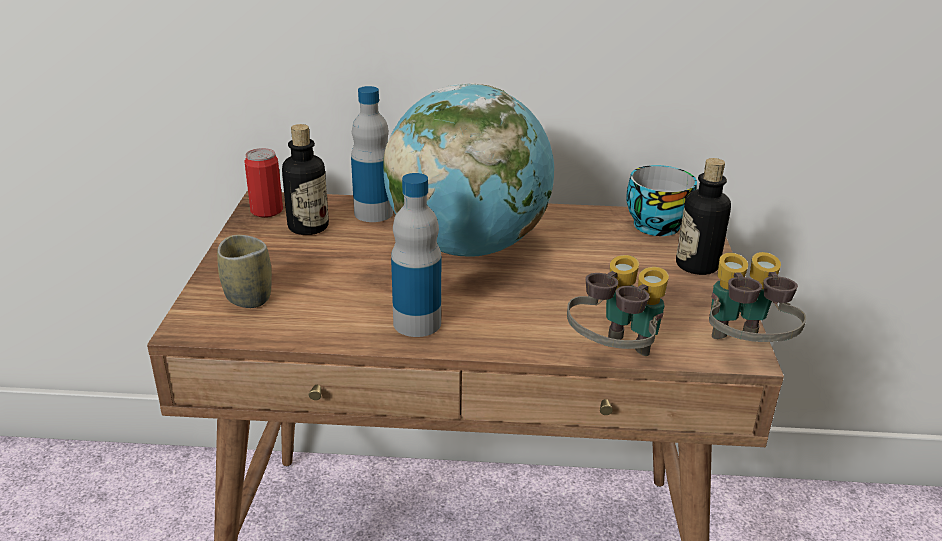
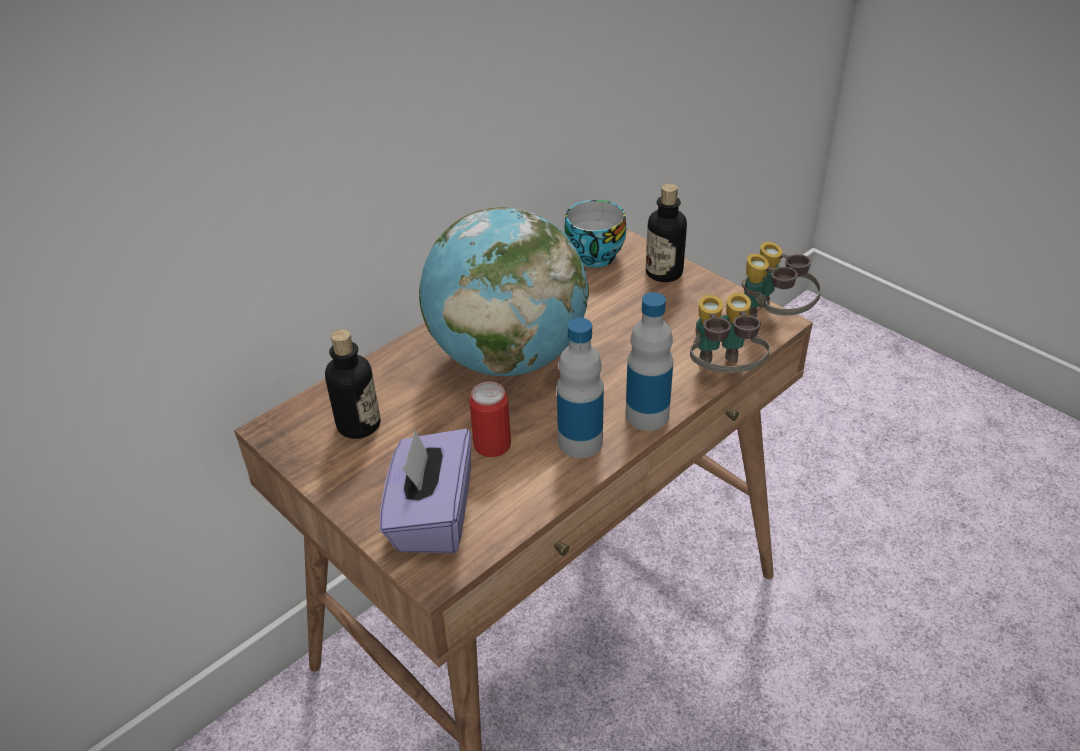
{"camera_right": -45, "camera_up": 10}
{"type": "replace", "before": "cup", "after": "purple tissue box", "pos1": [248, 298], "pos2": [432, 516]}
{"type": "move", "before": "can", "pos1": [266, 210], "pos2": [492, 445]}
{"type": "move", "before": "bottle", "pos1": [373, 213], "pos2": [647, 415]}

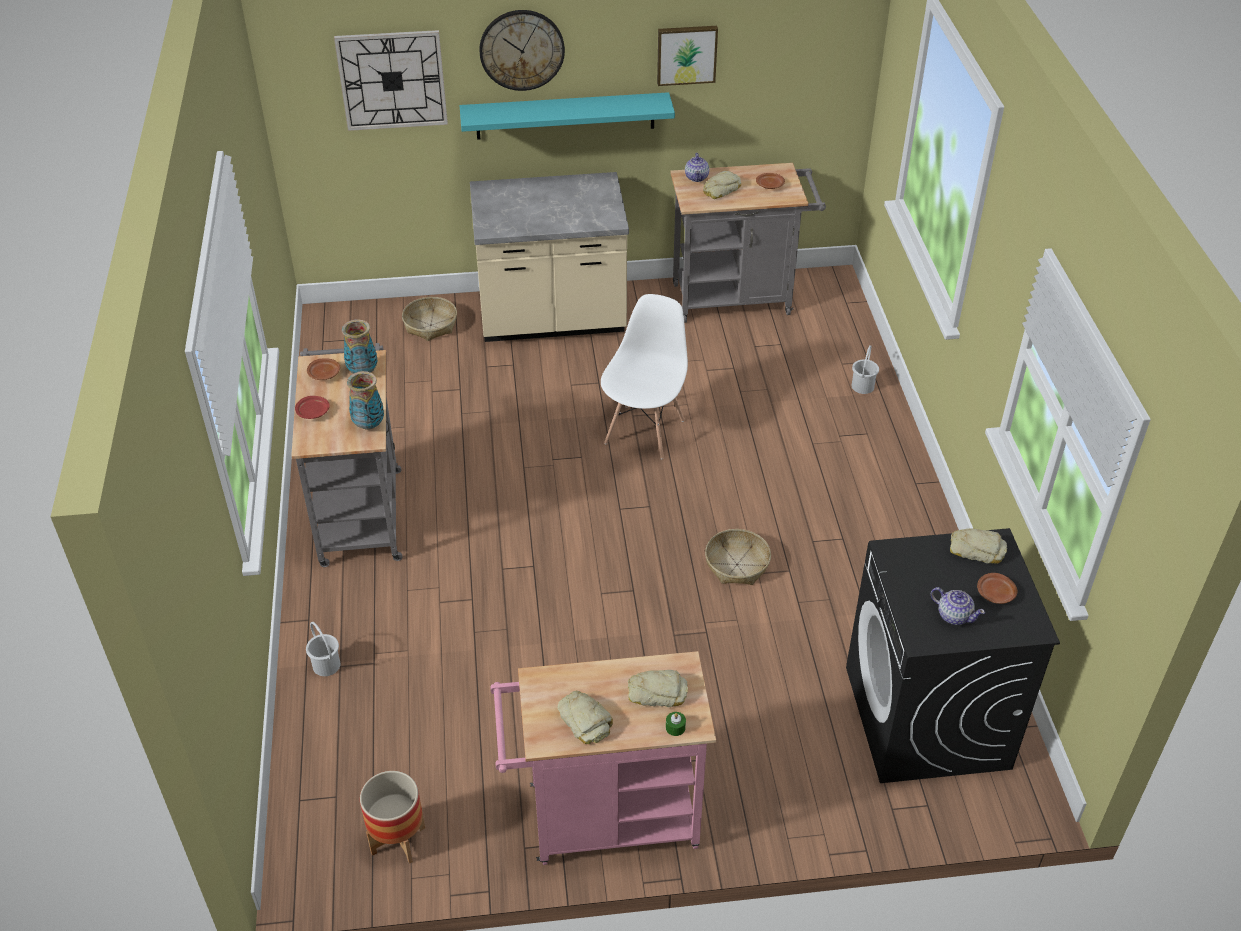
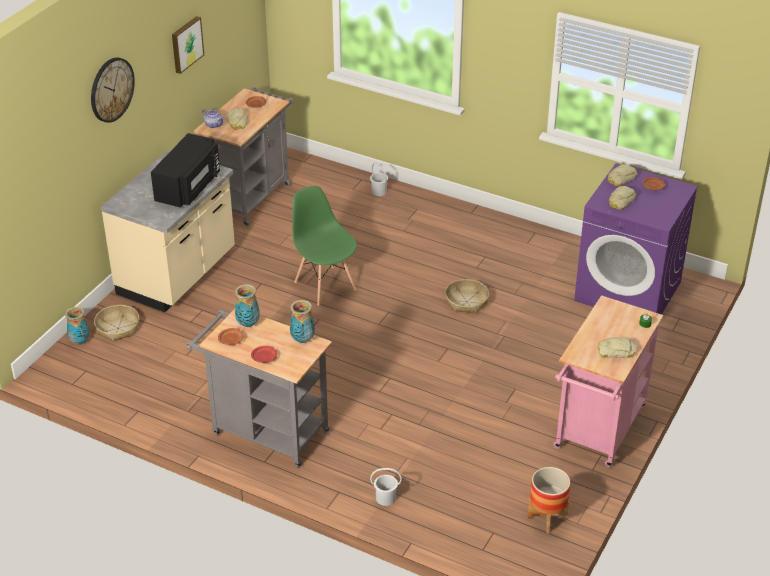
{"camera_right": -55, "camera_up": -5}
{"type": "delete", "before": "wall clock", "pos1": [392, 80]}
{"type": "delete", "before": "turquoise shelf", "pos1": [565, 116]}
{"type": "recolor", "before": "white chair", "after": "green chair", "pos1": [645, 431], "pos2": [325, 285]}
{"type": "move", "before": "bread", "pos1": [657, 692], "pos2": [621, 201]}
{"type": "recolor", "before": "black washing machine", "after": "purple washing machine", "pos1": [927, 718], "pos2": [628, 291]}
{"type": "delete", "before": "teapot", "pos1": [954, 615]}
{"type": "insert", "after": "vase", "pos2": [80, 341]}
{"type": "insert", "after": "black microwave", "pos2": [189, 187]}

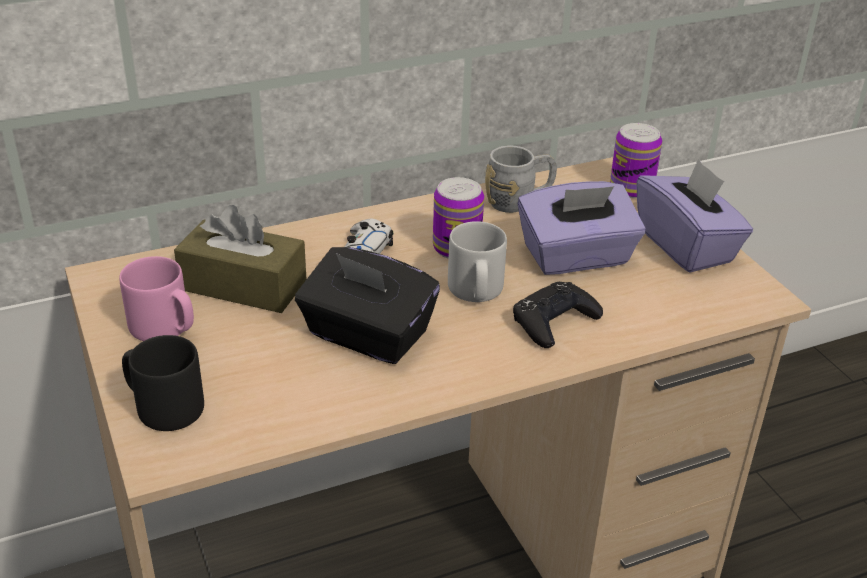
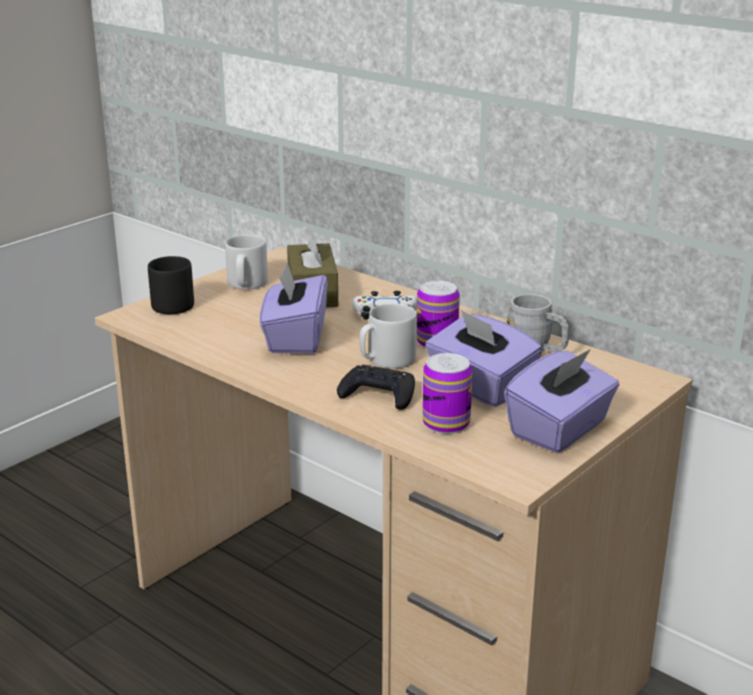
{"camera_right": 65, "camera_up": -10}
{"type": "recolor", "before": "pink mug", "after": "grey mug", "pos1": [165, 328], "pos2": [246, 284]}
{"type": "recolor", "before": "black tissue box", "after": "purple tissue box", "pos1": [367, 336], "pos2": [295, 338]}
{"type": "move", "before": "can", "pos1": [631, 188], "pos2": [446, 423]}

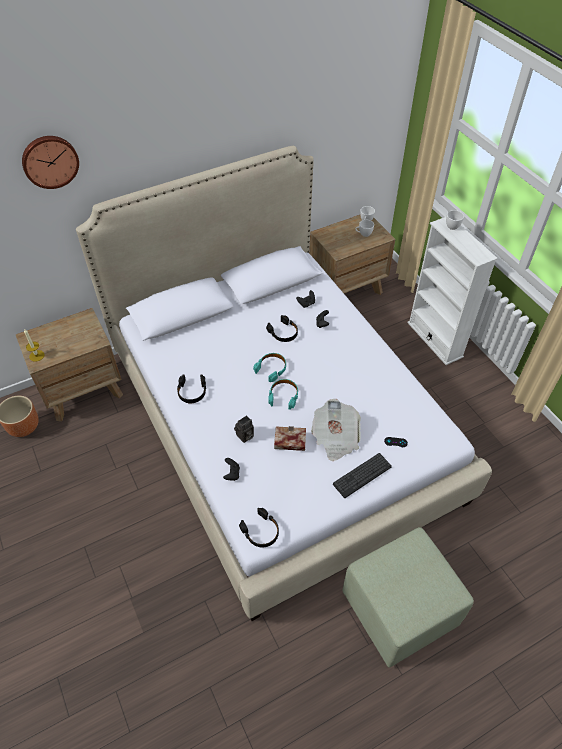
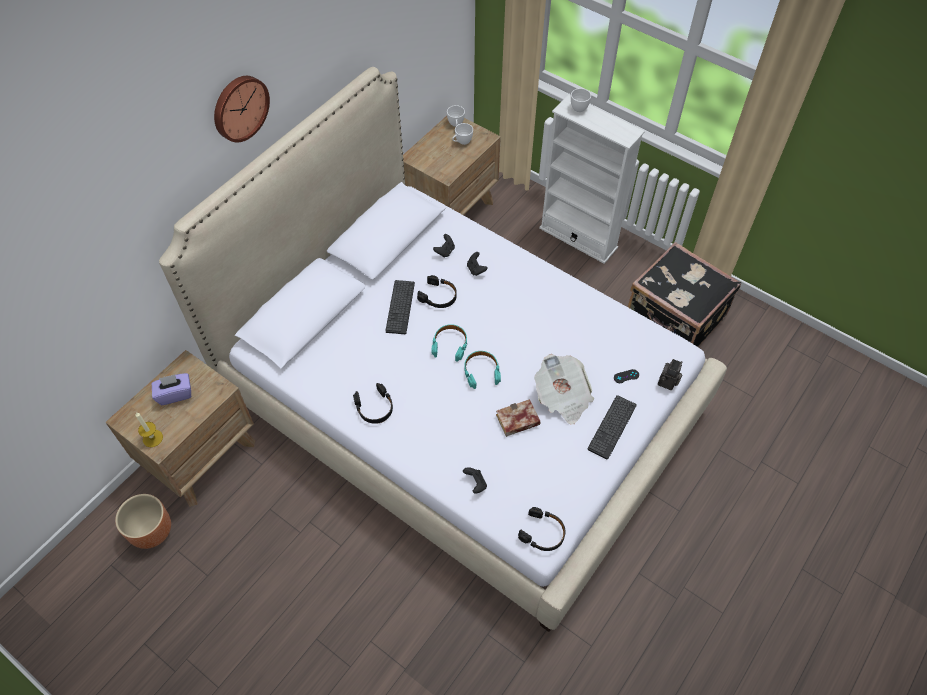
{"camera_right": -25, "camera_up": 5}
{"type": "move", "before": "wall clock", "pos1": [50, 161], "pos2": [239, 107]}
{"type": "move", "before": "photo camera", "pos1": [245, 436], "pos2": [668, 383]}
{"type": "delete", "before": "green ottoman", "pos1": [400, 607]}
{"type": "insert", "after": "purple tissue box", "pos2": [175, 394]}
{"type": "insert", "after": "keyboard", "pos2": [400, 307]}
{"type": "insert", "after": "black suitcase", "pos2": [674, 318]}

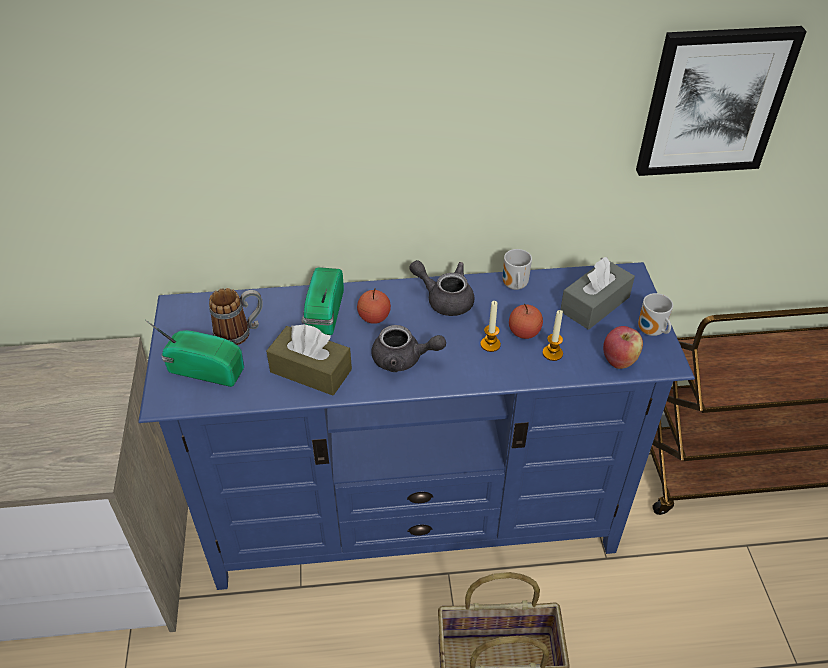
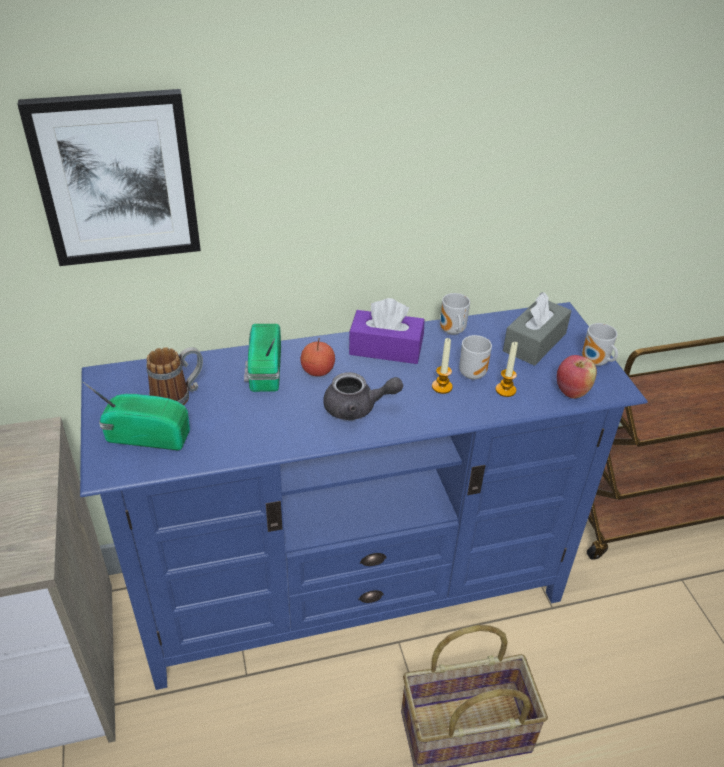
{"camera_right": -10, "camera_up": -5}
{"type": "delete", "before": "brown tissue box", "pos1": [311, 371]}
{"type": "replace", "before": "grey teapot", "after": "purple tissue box", "pos1": [444, 299], "pos2": [386, 348]}
{"type": "replace", "before": "apple", "after": "mug", "pos1": [524, 332], "pos2": [472, 373]}
{"type": "move", "before": "picture", "pos1": [713, 102], "pos2": [117, 178]}

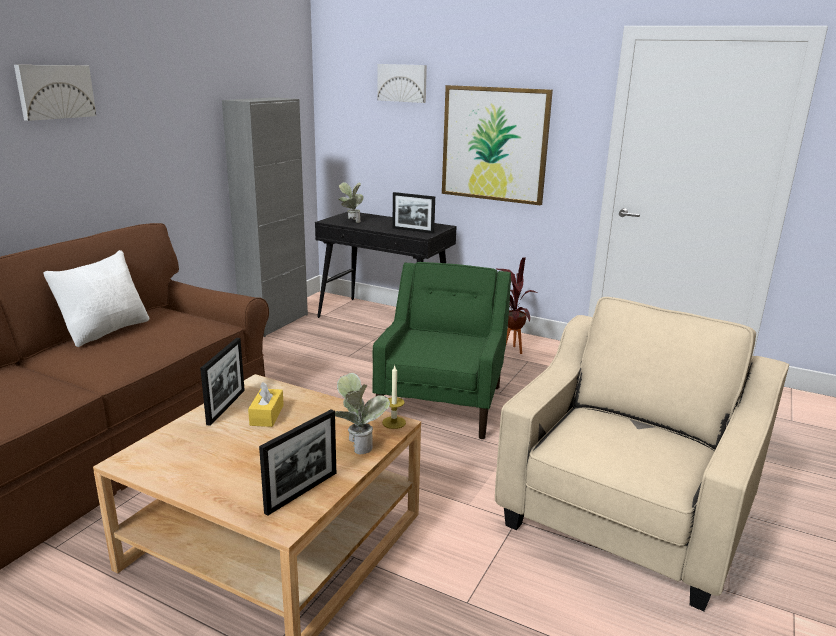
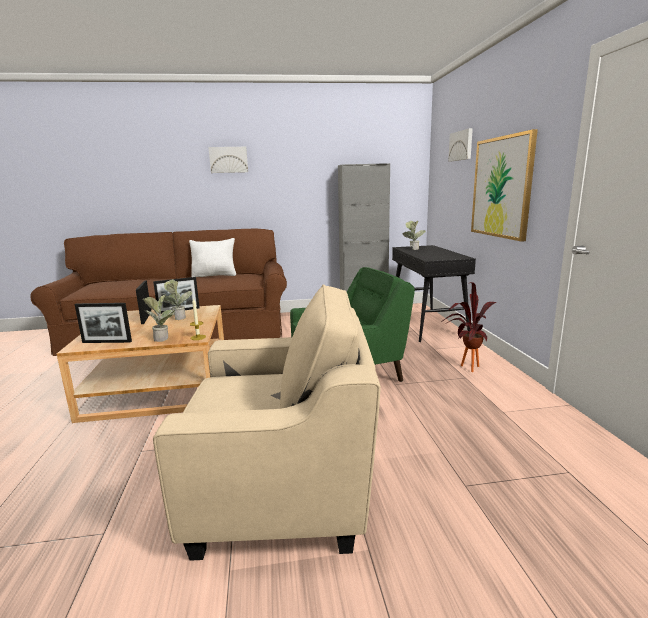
{"camera_right": 55, "camera_up": -5}
{"type": "replace", "before": "yellow tissue box", "after": "potted plant", "pos1": [267, 415], "pos2": [178, 317]}
{"type": "move", "before": "picture frame", "pos1": [413, 230], "pos2": [146, 317]}

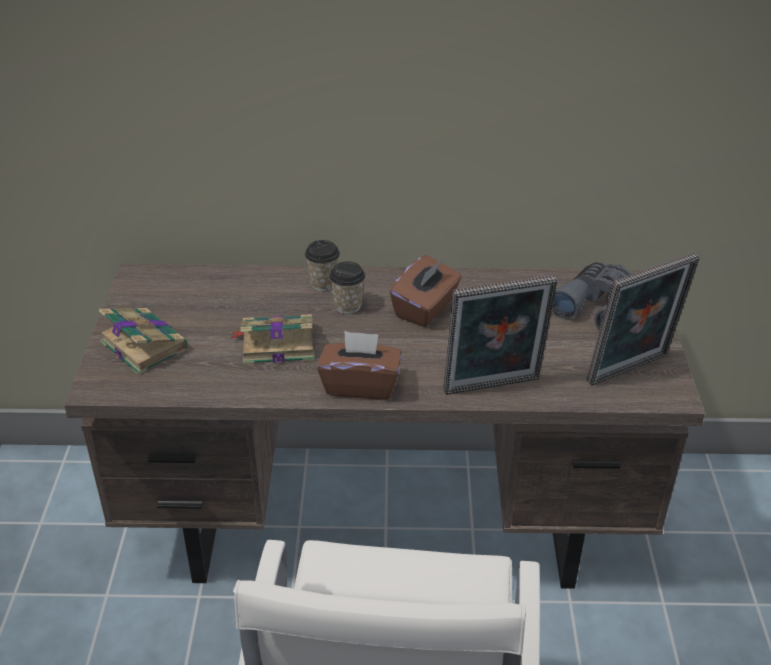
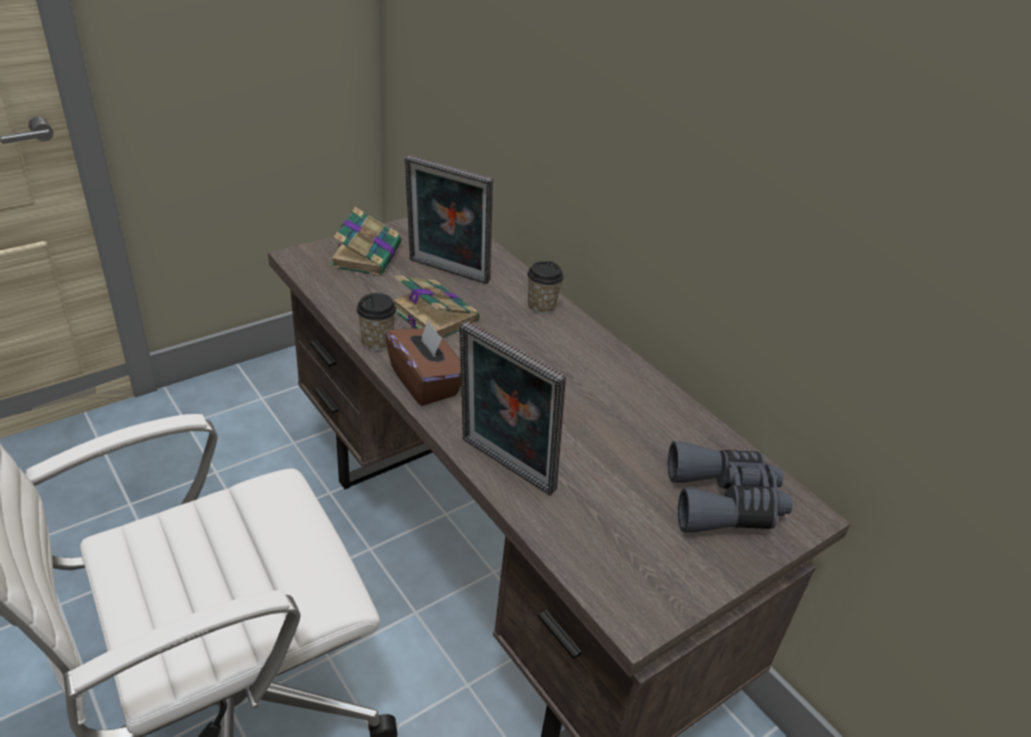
{"camera_right": 50, "camera_up": 0}
{"type": "move", "before": "cup", "pos1": [347, 306], "pos2": [377, 342]}
{"type": "delete", "before": "brown tissue box", "pos1": [425, 309]}
{"type": "move", "before": "picture frame", "pos1": [631, 372], "pos2": [446, 273]}

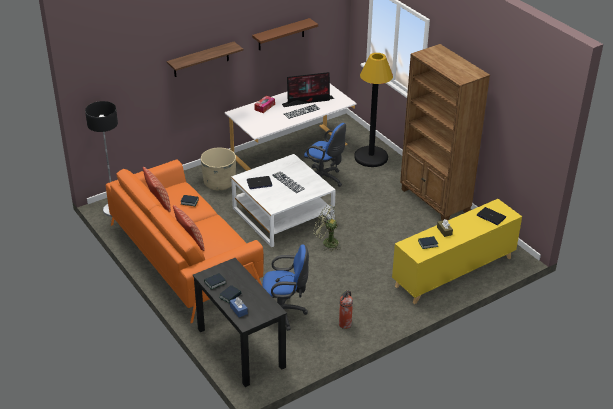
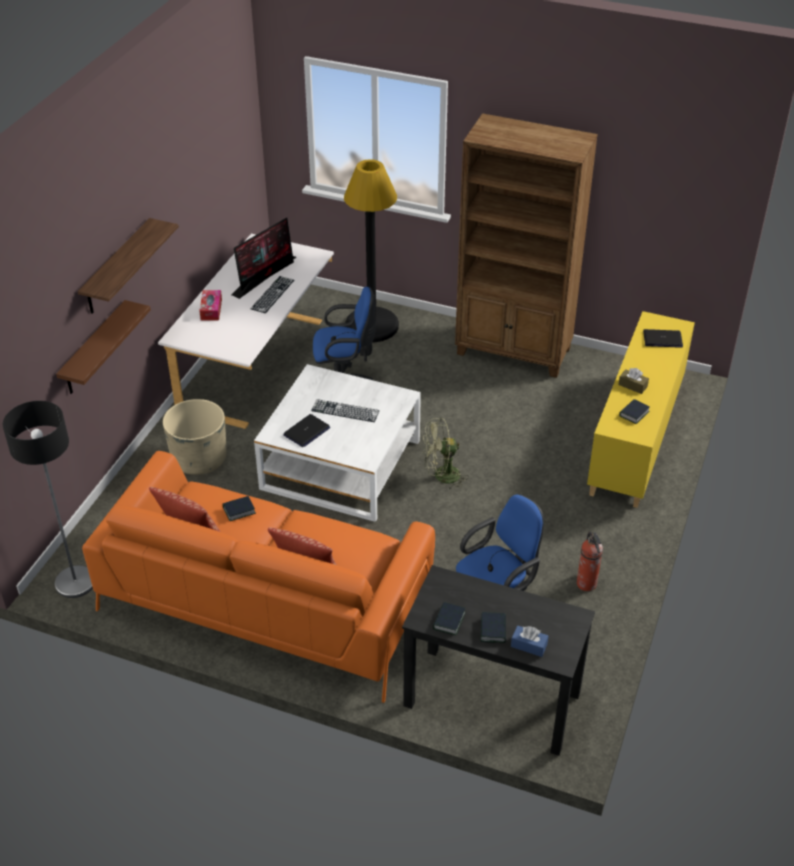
{"camera_right": -35, "camera_up": 5}
{"type": "move", "before": "brown shelf", "pos1": [281, 34], "pos2": [94, 349]}

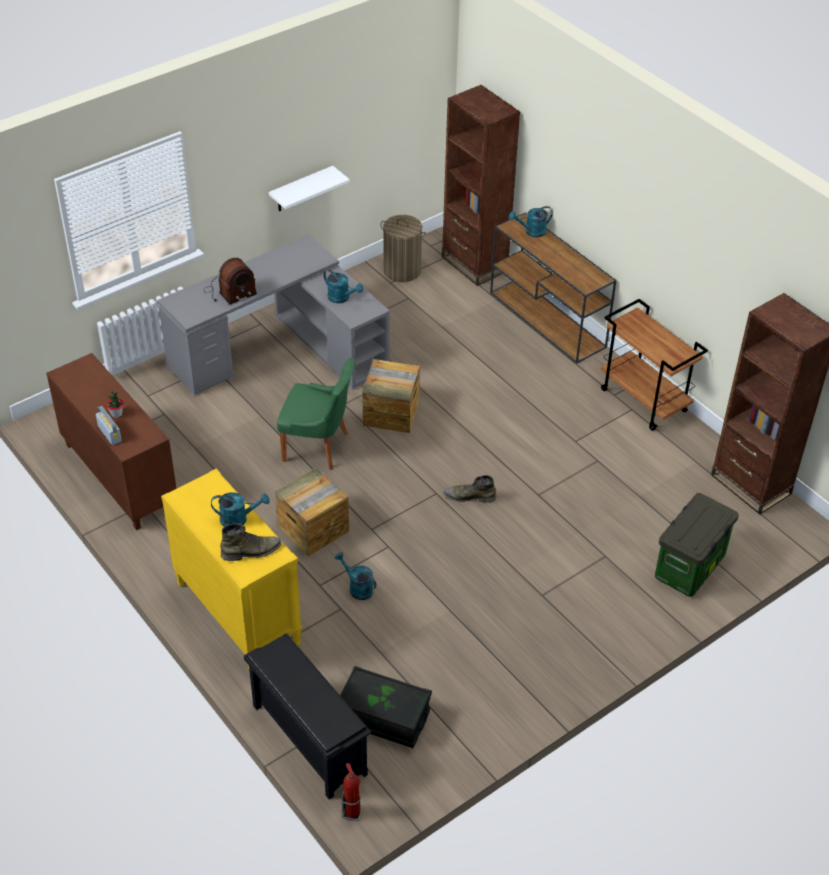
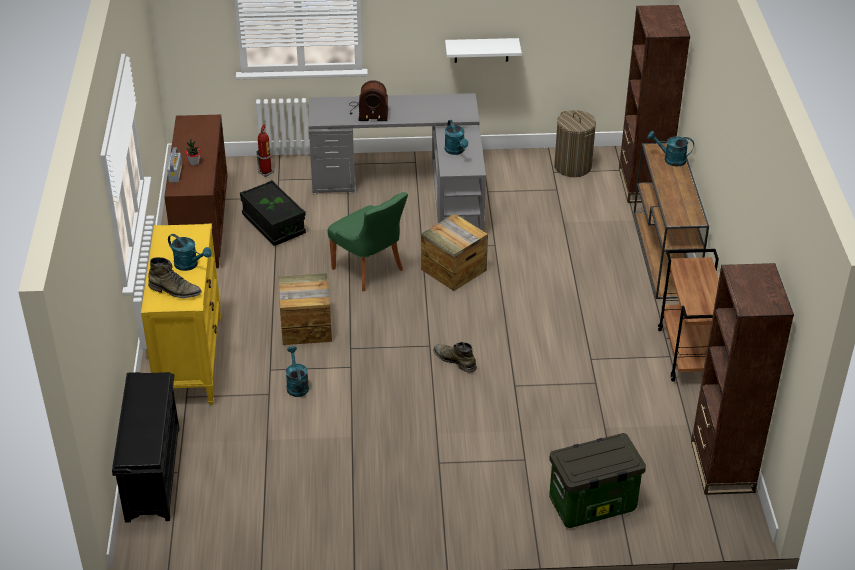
{"camera_right": 35, "camera_up": -5}
{"type": "move", "before": "black storage box", "pos1": [383, 718], "pos2": [274, 224]}
{"type": "move", "before": "fire extinguisher", "pos1": [352, 812], "pos2": [266, 172]}

